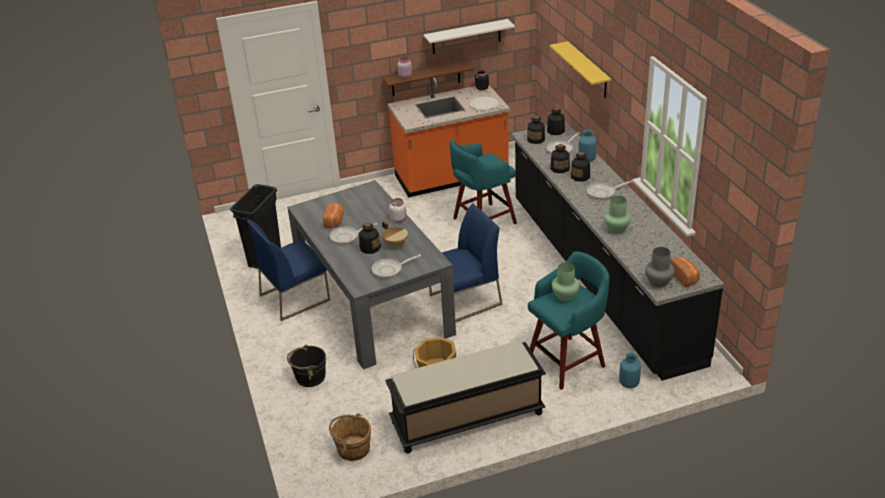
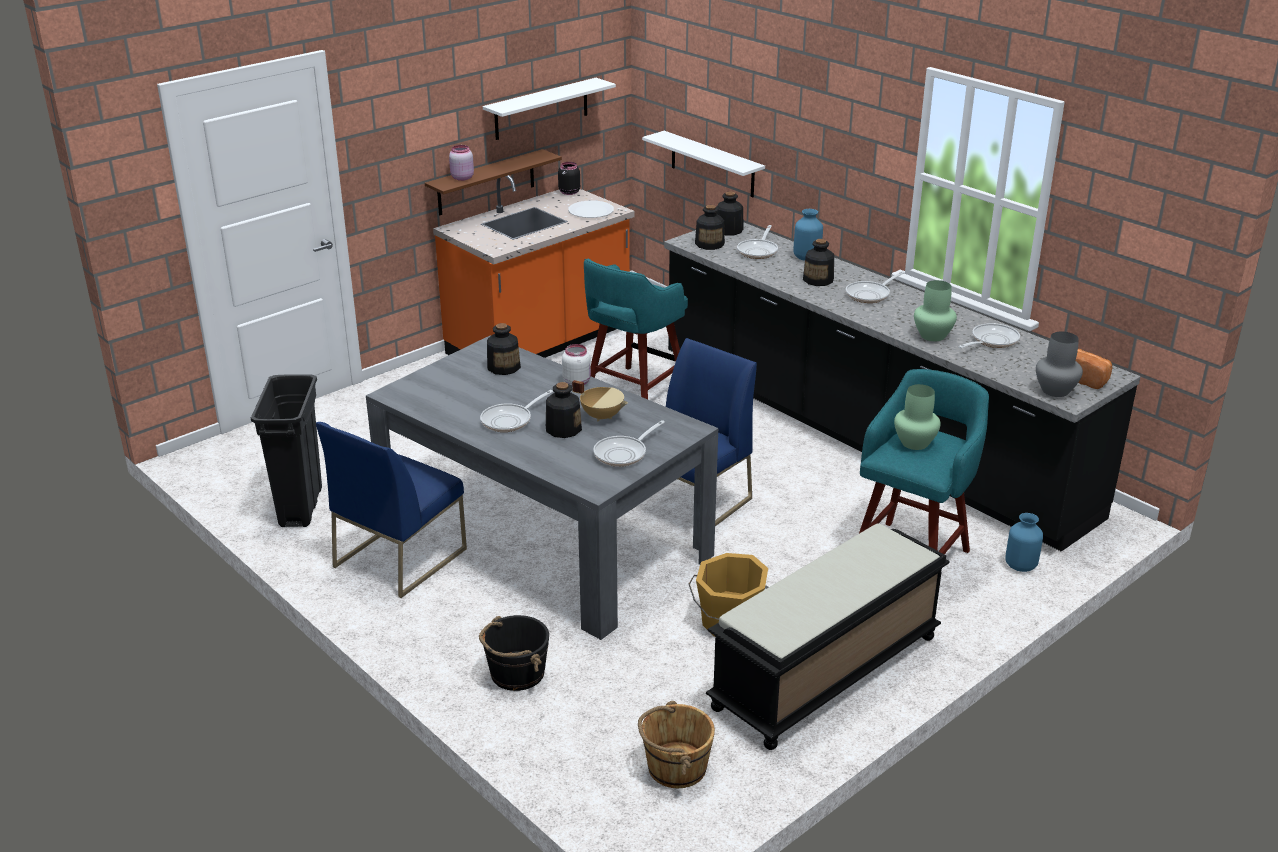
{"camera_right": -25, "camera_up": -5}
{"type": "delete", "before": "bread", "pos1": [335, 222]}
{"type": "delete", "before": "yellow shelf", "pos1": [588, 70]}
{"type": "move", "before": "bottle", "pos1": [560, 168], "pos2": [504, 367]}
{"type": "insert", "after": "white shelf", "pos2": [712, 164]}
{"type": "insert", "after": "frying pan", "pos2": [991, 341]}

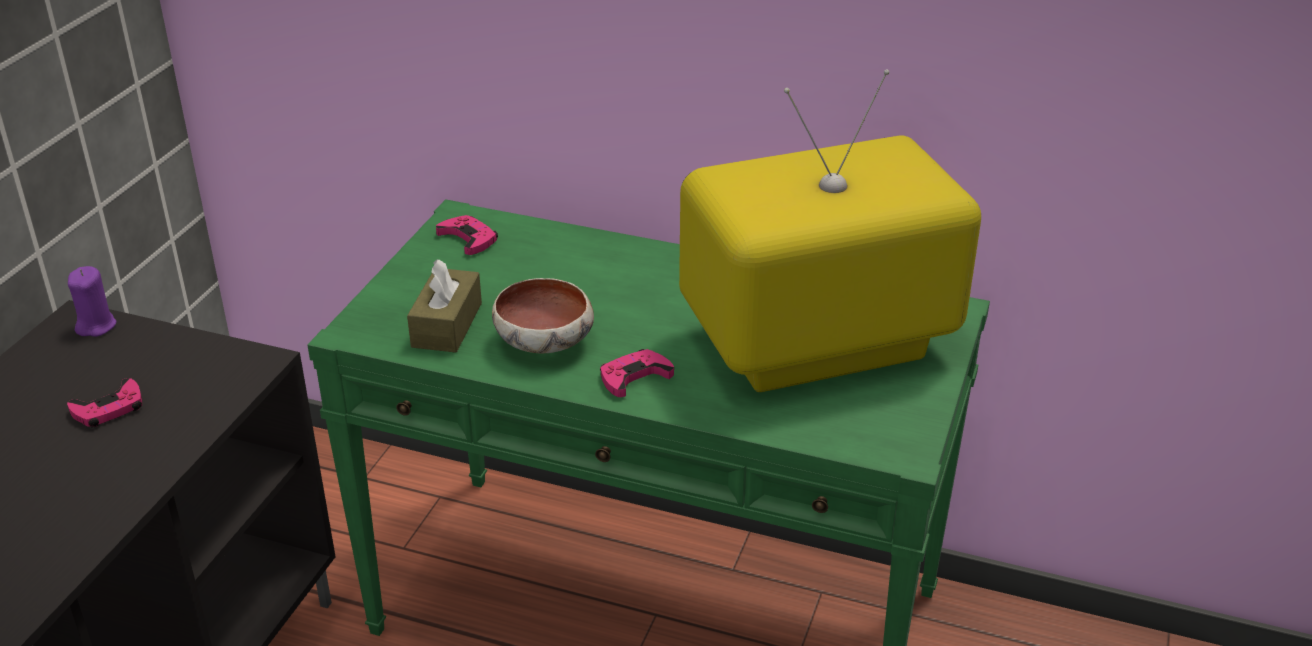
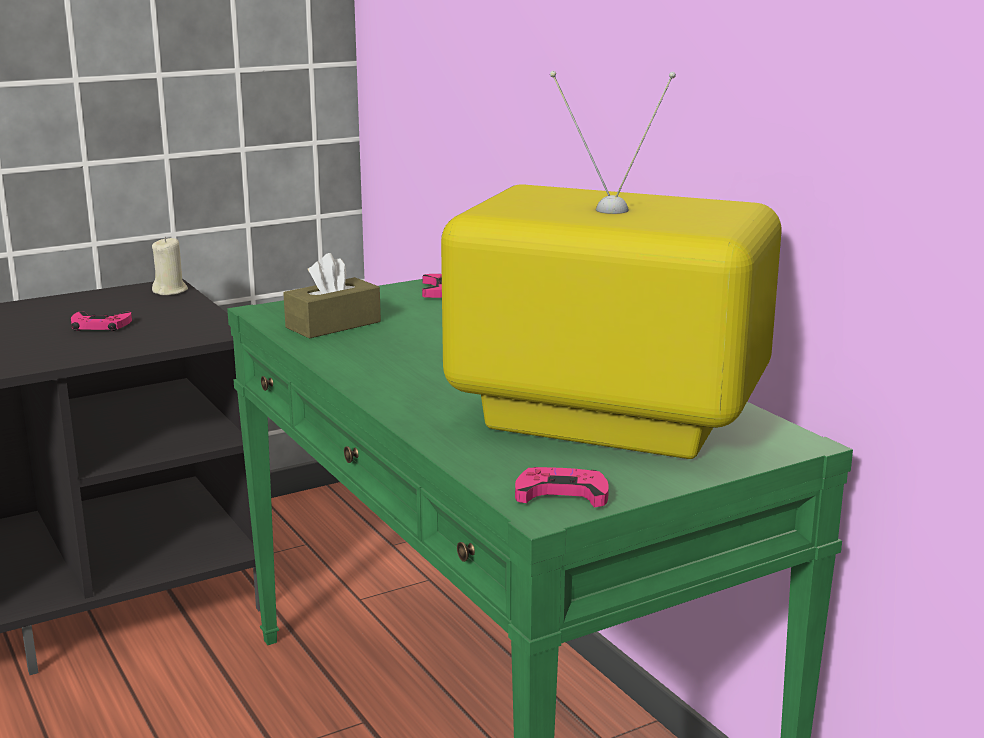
{"camera_right": 40, "camera_up": -15}
{"type": "recolor", "before": "purple candle", "after": "beige candle", "pos1": [96, 326], "pos2": [170, 291]}
{"type": "delete", "before": "bowl", "pos1": [546, 343]}
{"type": "move", "before": "pink game controller", "pos1": [634, 377], "pos2": [562, 494]}

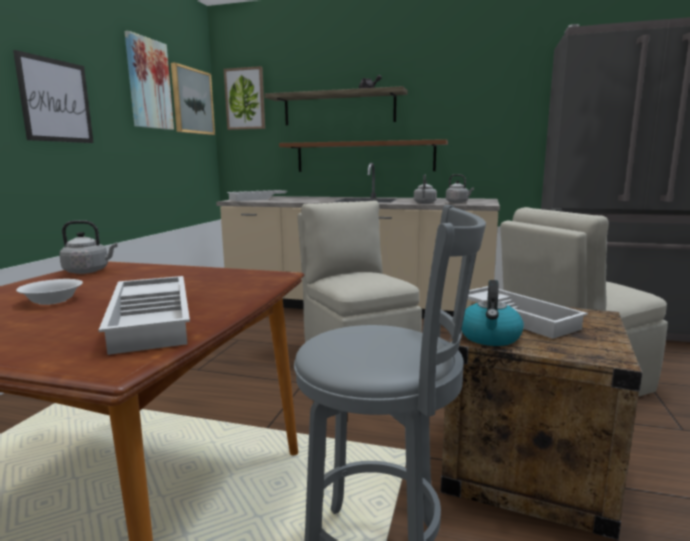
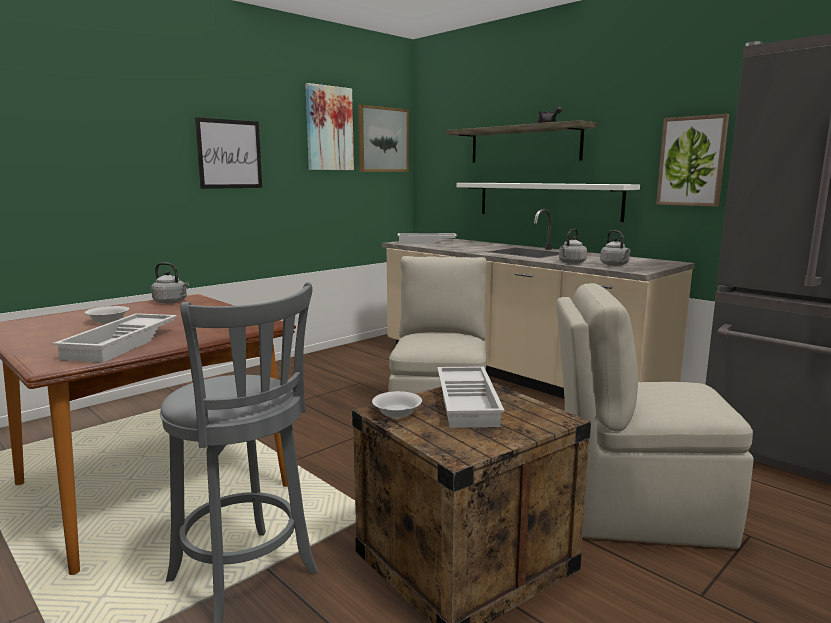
{"camera_right": 30, "camera_up": 0}
{"type": "move", "before": "picture", "pos1": [245, 99], "pos2": [692, 161]}
{"type": "recolor", "before": "brown shelf", "after": "white shelf", "pos1": [364, 156], "pos2": [547, 200]}
{"type": "replace", "before": "kettle", "after": "white bowl", "pos1": [490, 337], "pos2": [397, 413]}

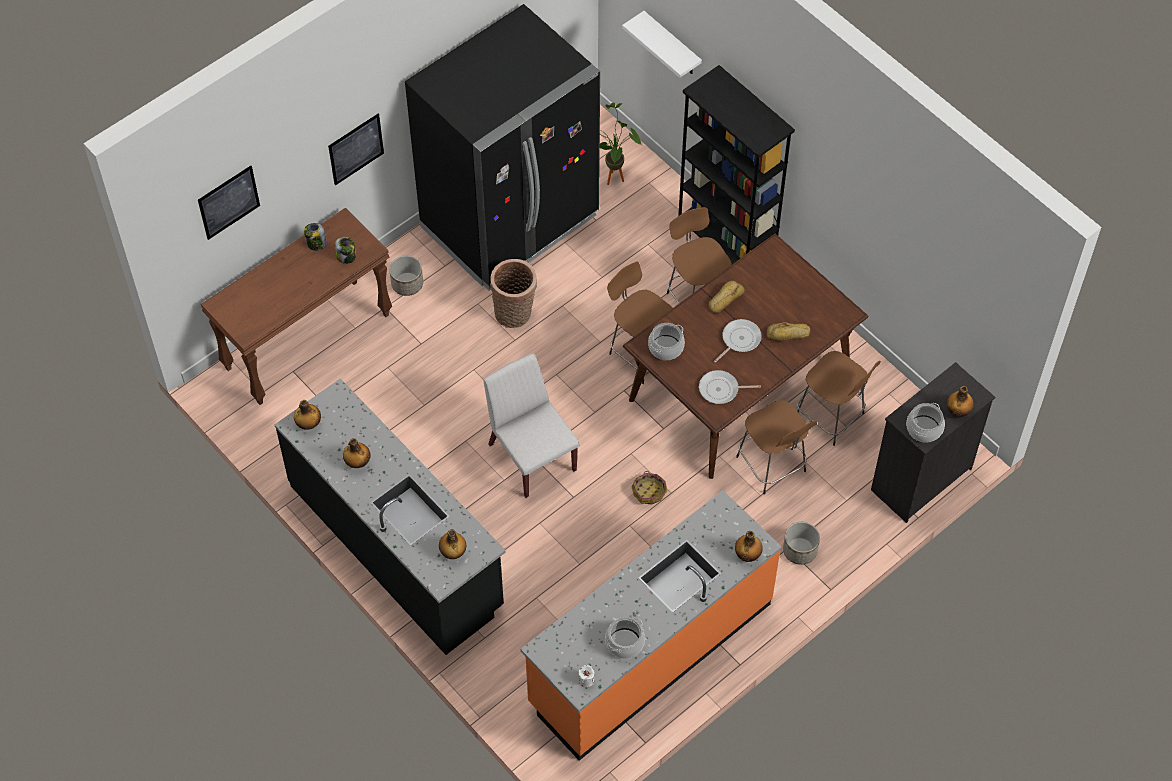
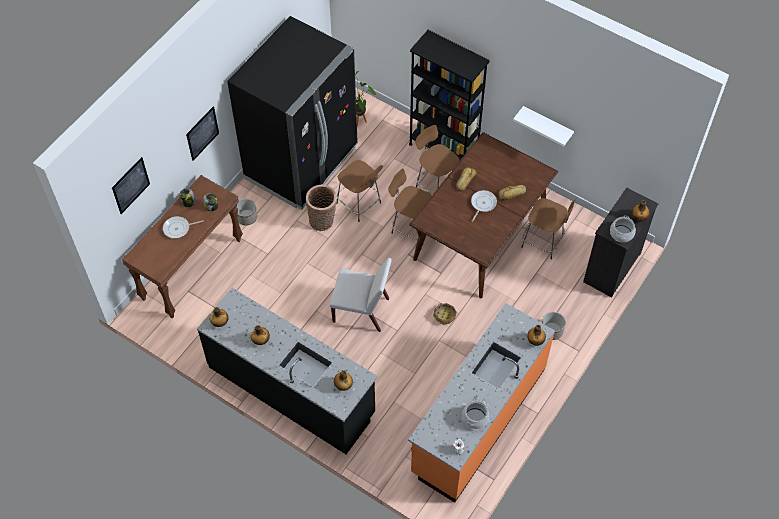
{"camera_right": -15, "camera_up": 0}
{"type": "rotate", "before": "white chair", "pos1": [531, 456], "pos2": [362, 310], "turn": 150}
{"type": "move", "before": "white shelf", "pos1": [672, 45], "pos2": [547, 125]}
{"type": "delete", "before": "cooking pot", "pos1": [666, 348]}
{"type": "move", "before": "frying pan", "pos1": [721, 389], "pos2": [178, 228]}
{"type": "move", "before": "brown stool", "pos1": [772, 466], "pos2": [359, 204]}

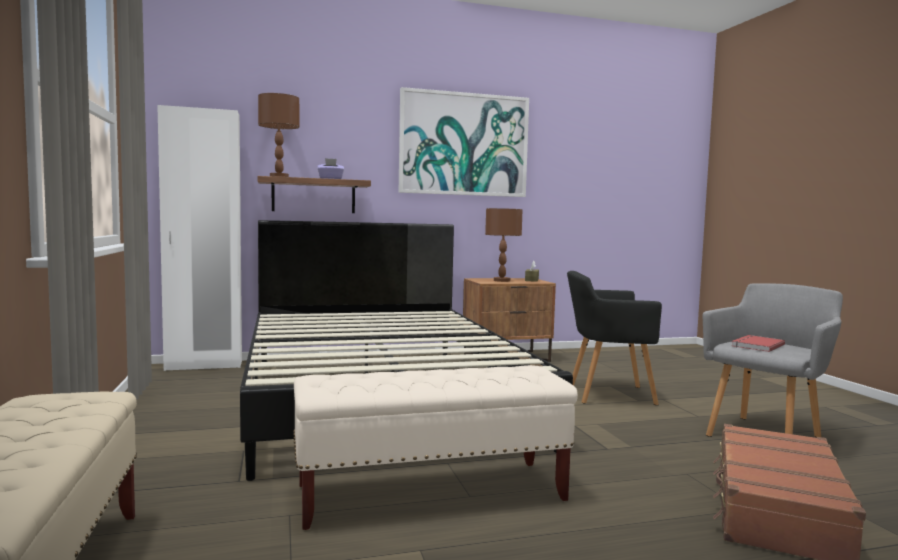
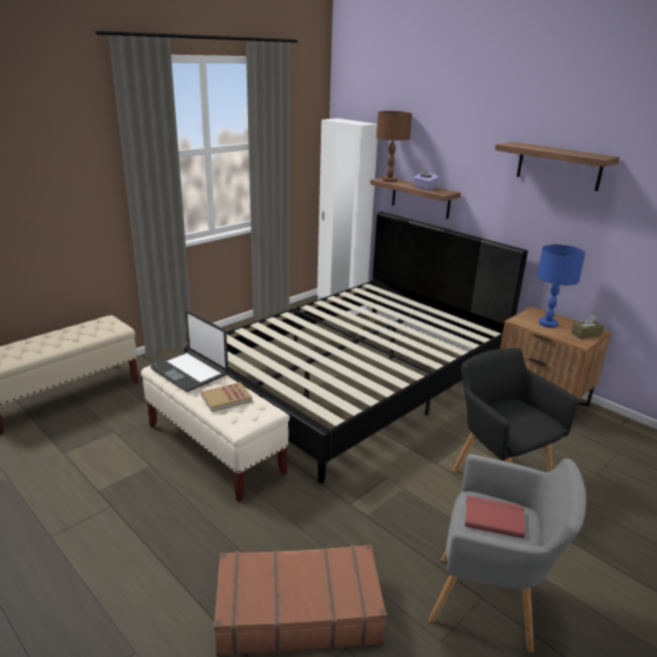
{"camera_right": 60, "camera_up": 20}
{"type": "replace", "before": "picture", "after": "shelf", "pos1": [463, 144], "pos2": [559, 166]}
{"type": "recolor", "before": "brown table lamp", "after": "blue table lamp", "pos1": [501, 280], "pos2": [547, 323]}
{"type": "insert", "after": "laptop", "pos2": [190, 371]}
{"type": "insert", "after": "book", "pos2": [226, 398]}

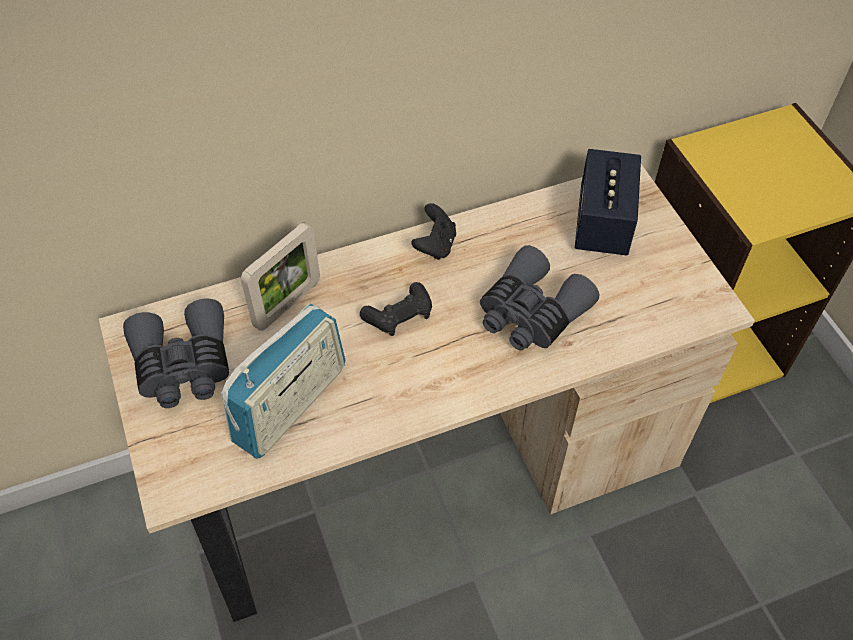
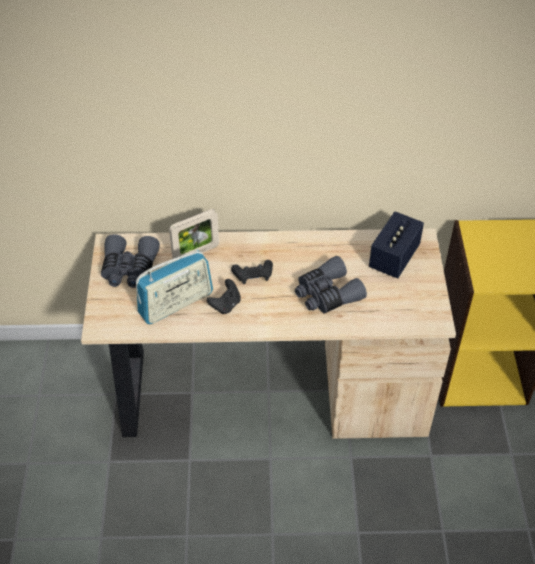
{"camera_right": 20, "camera_up": -5}
{"type": "move", "before": "black game controller", "pos1": [435, 245], "pos2": [225, 305]}

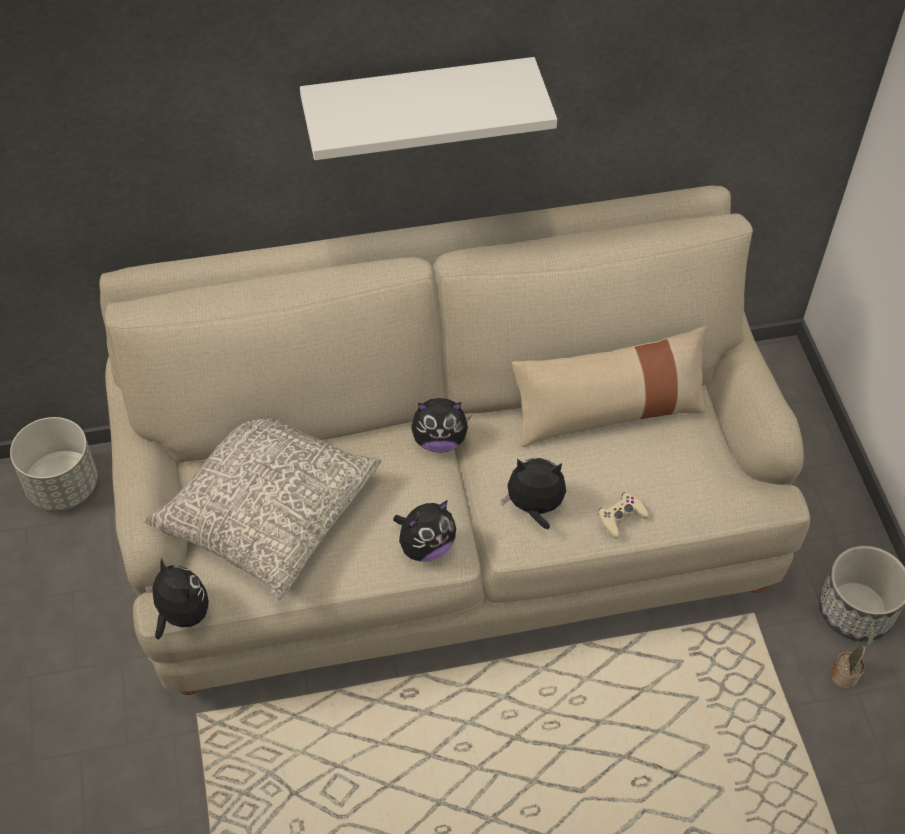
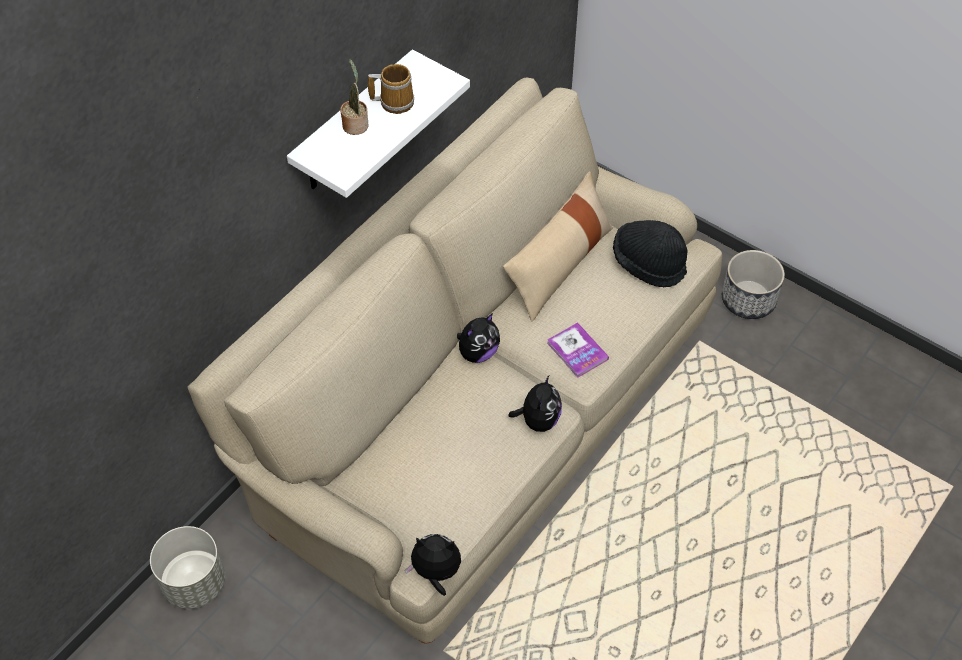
{"camera_right": -40, "camera_up": 0}
{"type": "delete", "before": "grey pillow", "pos1": [266, 510]}
{"type": "replace", "before": "plush toy", "after": "book", "pos1": [534, 507], "pos2": [577, 351]}
{"type": "delete", "before": "beige game controller", "pos1": [621, 518]}
{"type": "move", "before": "potted plant", "pos1": [845, 674], "pos2": [355, 124]}
{"type": "insert", "after": "mug", "pos2": [394, 101]}
{"type": "insert", "after": "black hat", "pos2": [648, 264]}

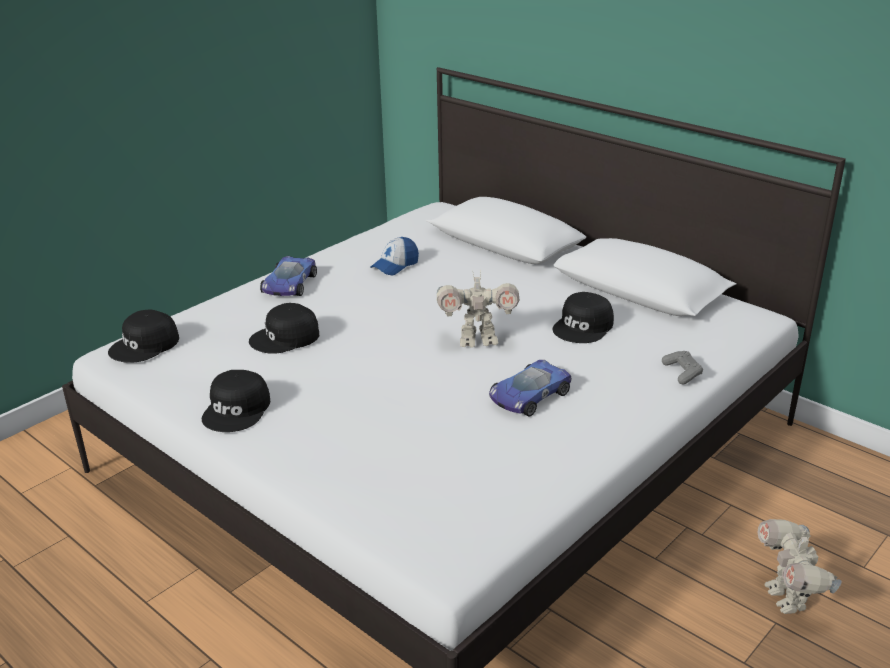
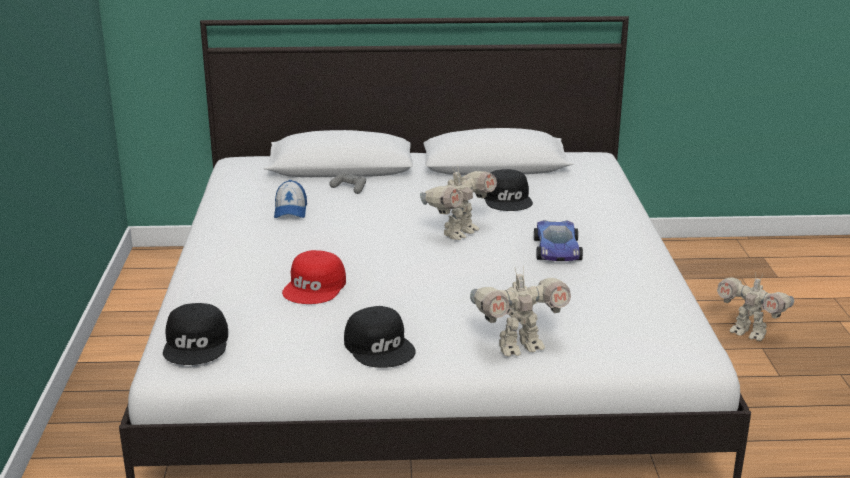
{"camera_right": -45, "camera_up": -5}
{"type": "recolor", "before": "black cap", "after": "red cap", "pos1": [285, 338], "pos2": [315, 287]}
{"type": "delete", "before": "toy car", "pos1": [289, 284]}
{"type": "move", "before": "grey game controller", "pos1": [682, 372], "pos2": [349, 188]}
{"type": "insert", "after": "toy robot", "pos2": [519, 347]}

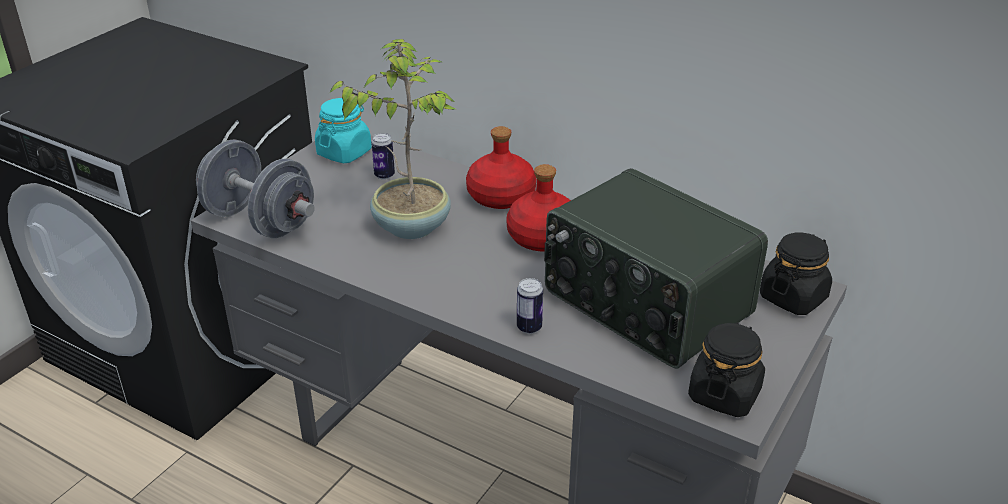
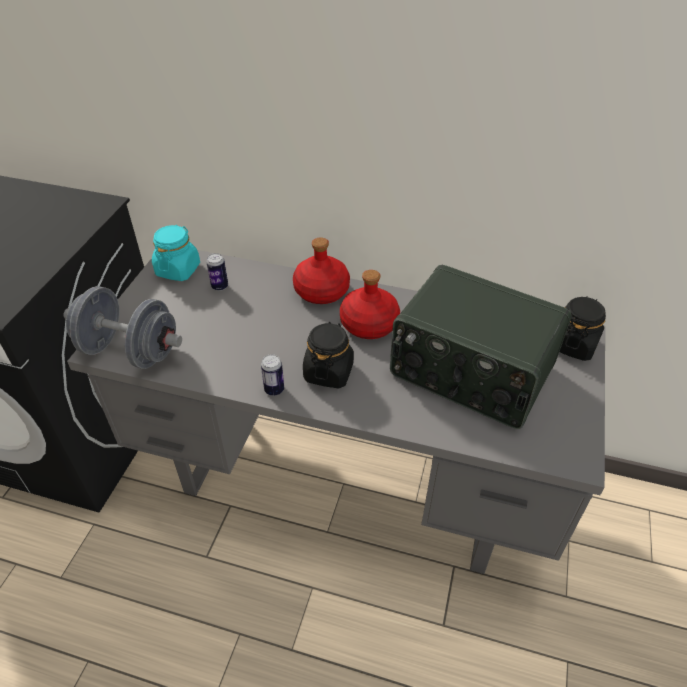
{"camera_right": -15, "camera_up": 10}
{"type": "delete", "before": "potted plant", "pos1": [411, 225]}
{"type": "move", "before": "can", "pos1": [529, 327], "pos2": [274, 389]}
{"type": "move", "before": "black jar", "pos1": [724, 394], "pos2": [328, 372]}

